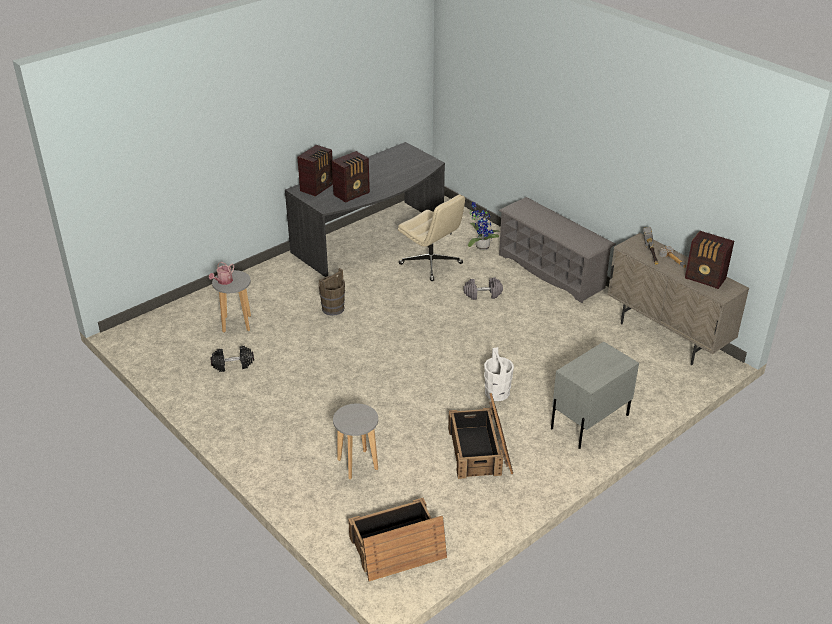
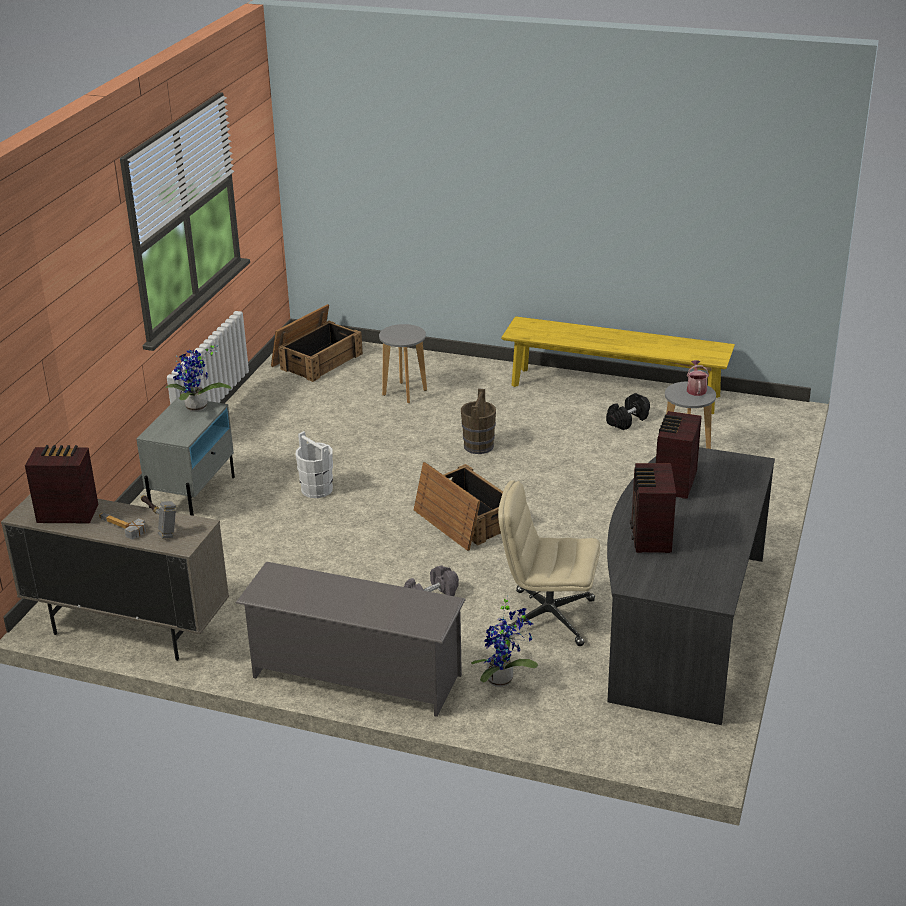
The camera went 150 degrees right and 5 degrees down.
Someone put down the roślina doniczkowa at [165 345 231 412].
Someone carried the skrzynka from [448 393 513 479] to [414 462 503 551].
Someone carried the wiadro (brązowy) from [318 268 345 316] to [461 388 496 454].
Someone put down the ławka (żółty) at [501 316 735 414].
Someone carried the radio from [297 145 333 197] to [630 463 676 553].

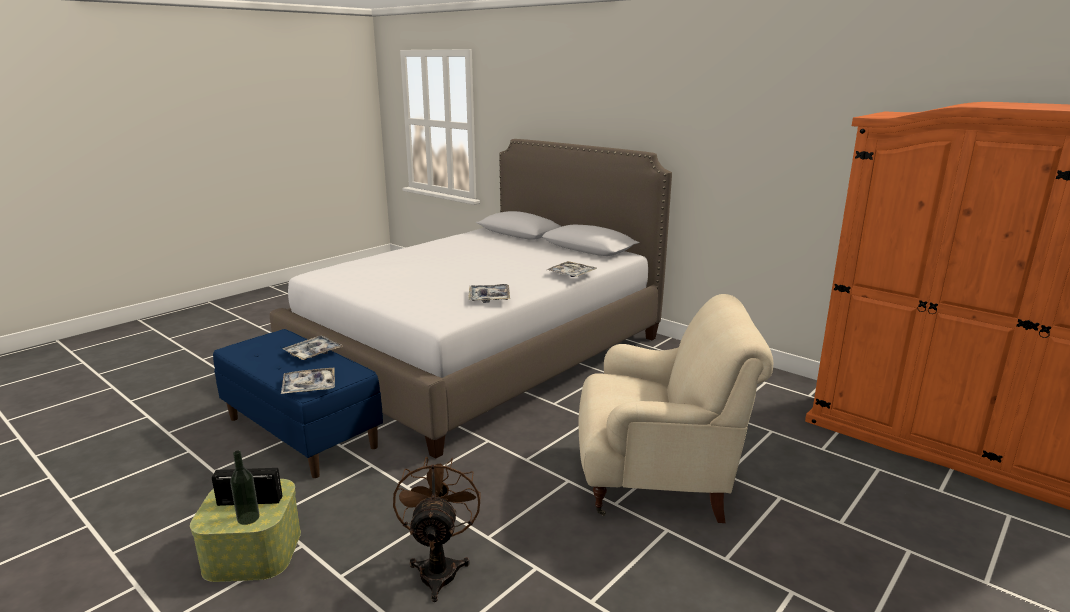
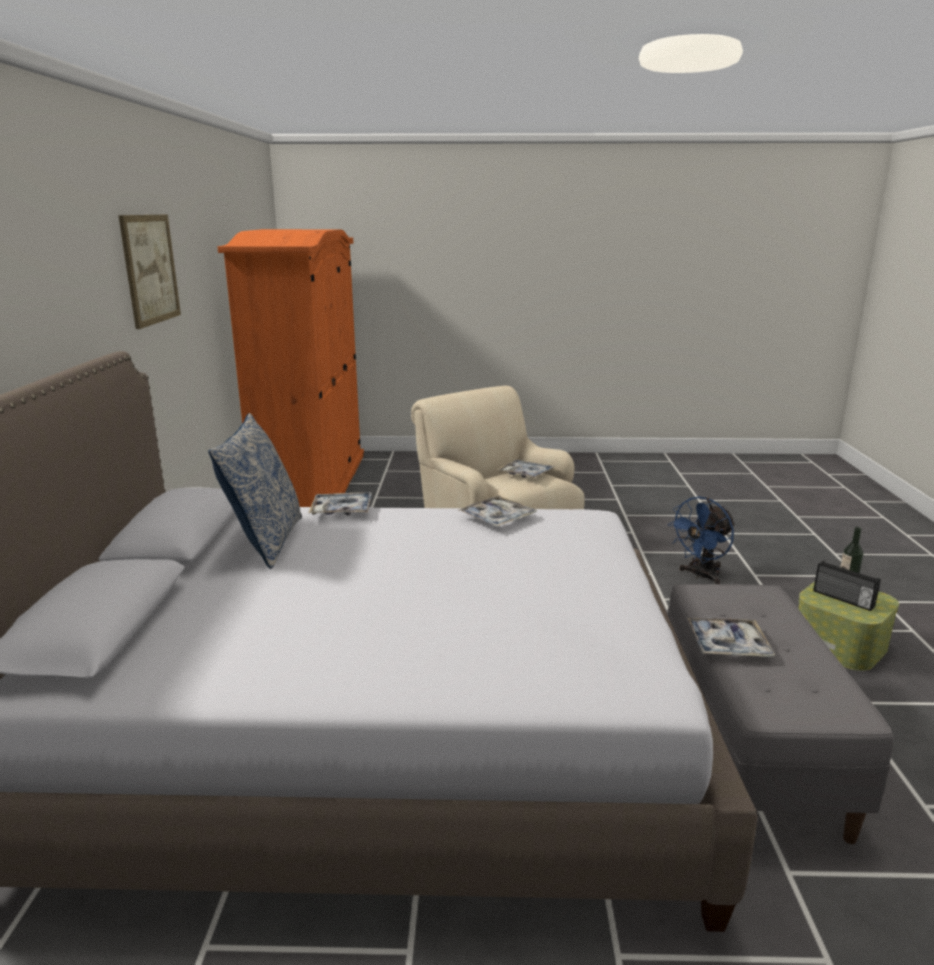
The camera went 130 degrees left and 0 degrees up.
Someone put up the obraz at [118 215 181 329].
Someone put down the poduszka at [208 413 302 569].
Someone carried the taca from [281 367 335 394] to [496 460 554 478].
Someone repainted the ławka (niebieski) at [213 329 383 478], which became the ławka (szary) at [667 584 894 844].
Someone repainted the wentylator (brązowy) at [393 457 481 602], which became the wentylator (niebieski) at [668 496 735 584].

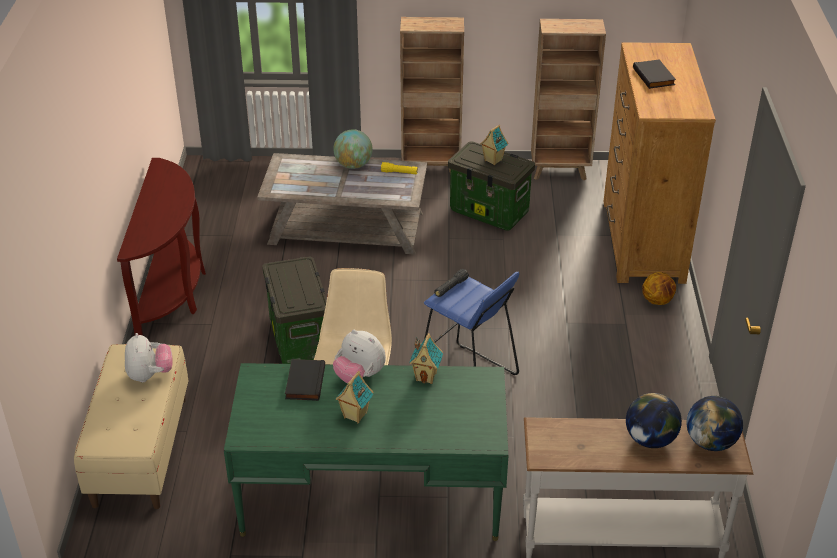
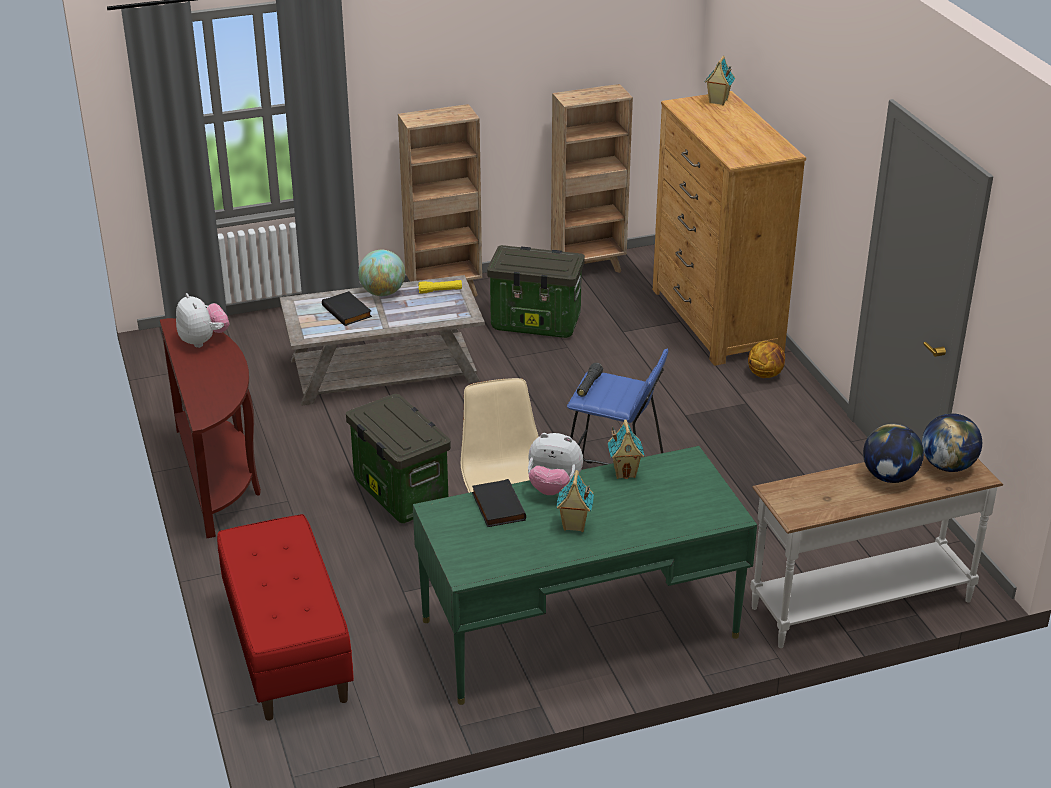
The camera went 20 degrees left and 5 degrees down.
Someone carried the pluszak from [125 333 173 382] to [176 293 230 348].
Someone repainted the ławka (beżowy) at [74 344 188 509], which became the ławka (czerwony) at [217 514 354 721].
Someone carried the książka (czarny) from [633 59 676 89] to [322 291 372 326].
Someone carried the domek from [480 125 508 165] to [705 55 735 105].

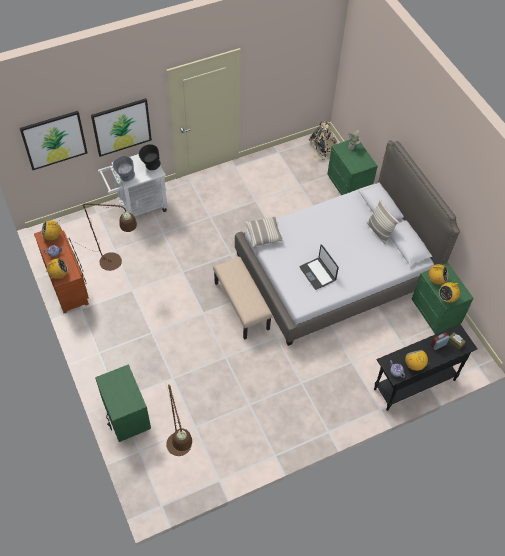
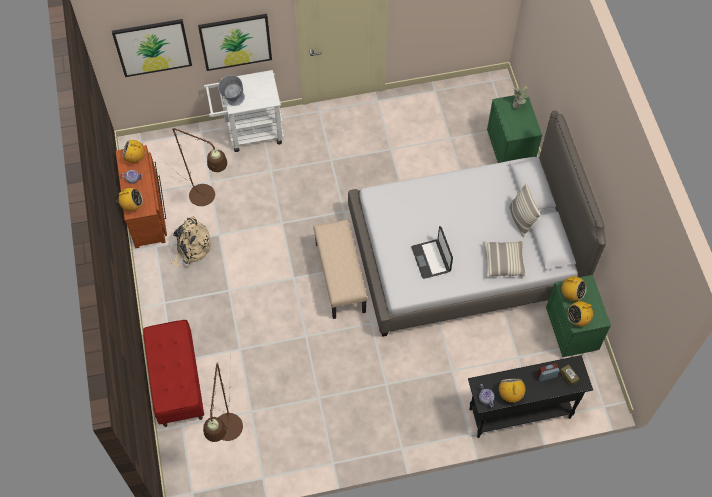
The camera went 15 degrees right and 5 degrees up.
Someone swapped the szafka nocna (zielony) at [95 364 151 442] for the ławka (czerwony) at [143 320 204 427].
Someone carried the plecak (beżowy) from [308 121 338 160] to [171 216 212 267].
Someone carried the poduszka from [245 216 284 247] to [483 241 526 277].
Someone took away the miska (czarny) at [139 144 161 170].

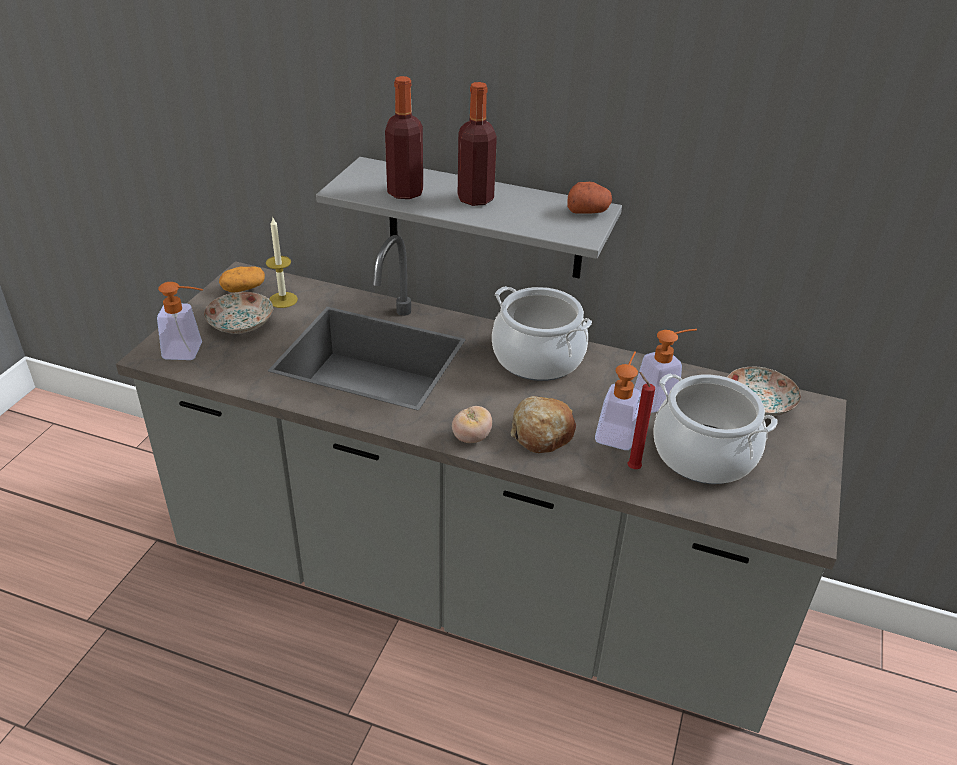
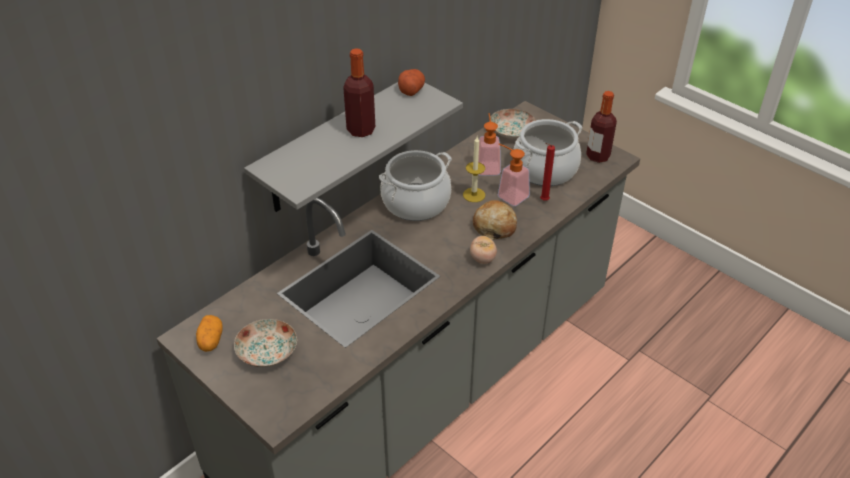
The camera went 65 degrees left and 5 degrees up.
Someone carried the świeca from [266 216 298 308] to [463 137 485 202].
Someone carried the butelka from [385 76 423 199] to [586 91 617 163].
Someone took away the dozownik mydła at [157 282 203 360].

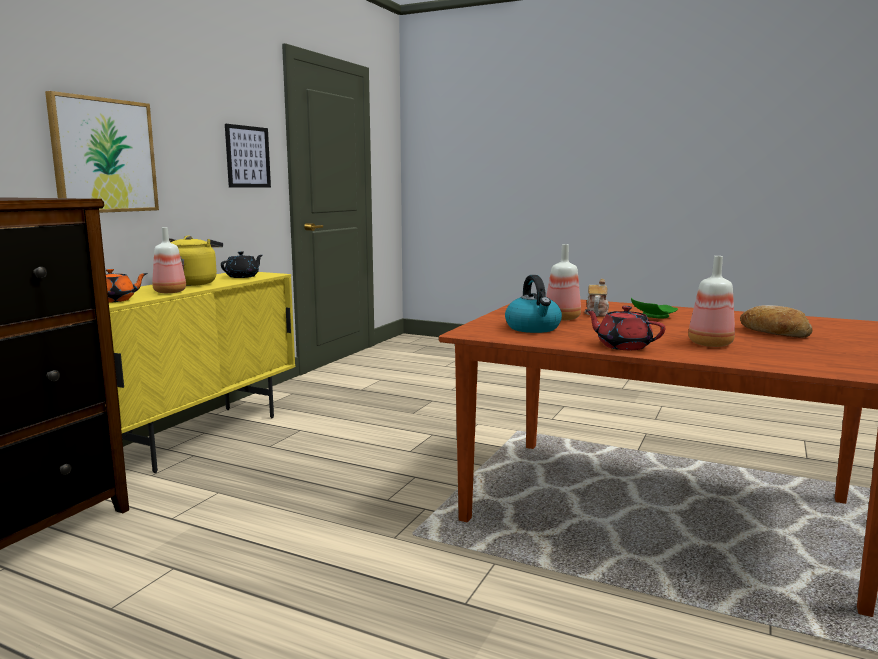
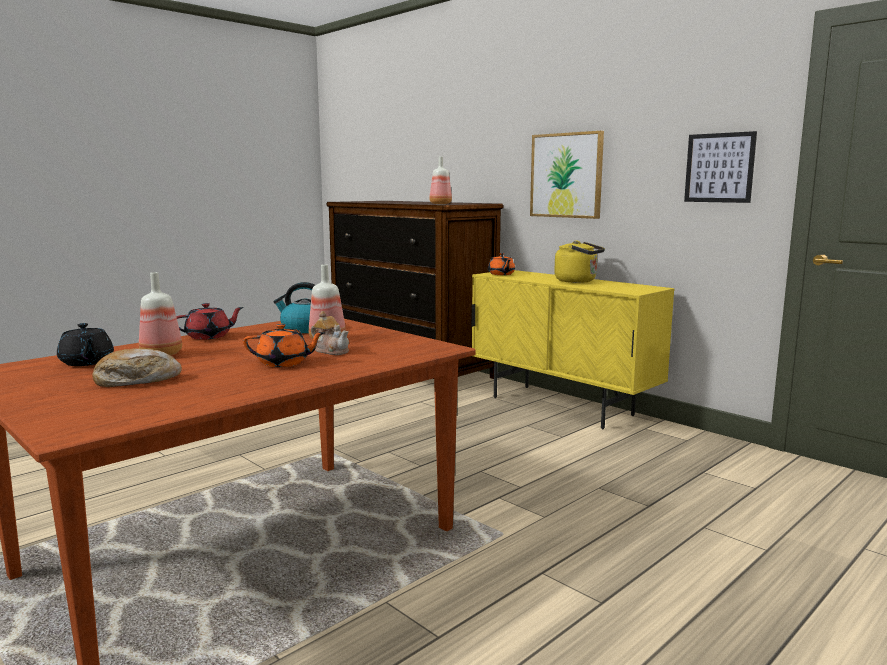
The camera went 110 degrees right and 0 degrees up.
Someone carried the imbryk (czarny) from [221 251 262 278] to [57 323 114 366].
Someone swapped the talerz (zielony) at [631 298 678 318] for the imbryk (pomarańczowy) at [243 324 326 367].
Someone carried the butelka from [152 227 186 293] to [429 157 452 204].

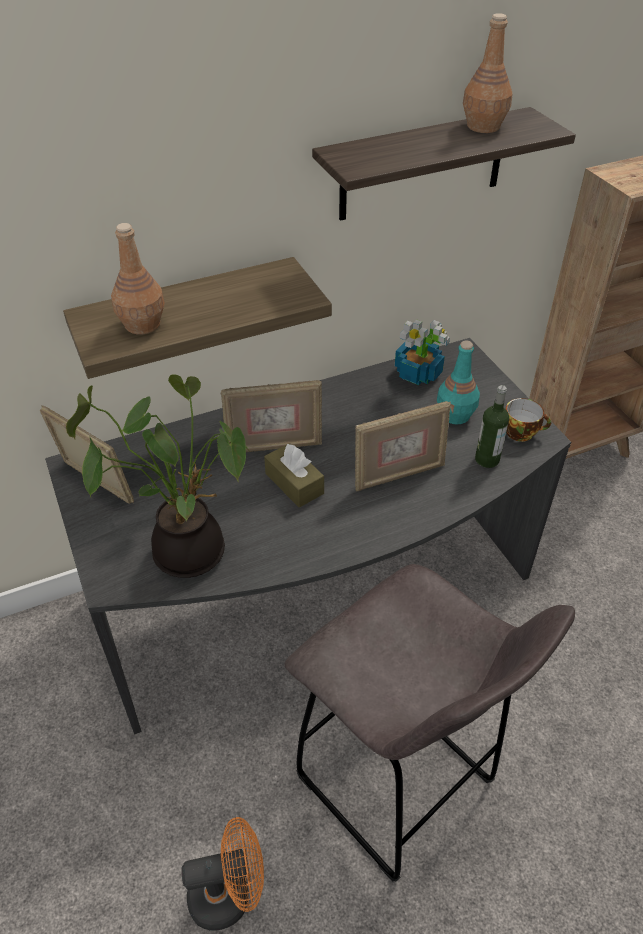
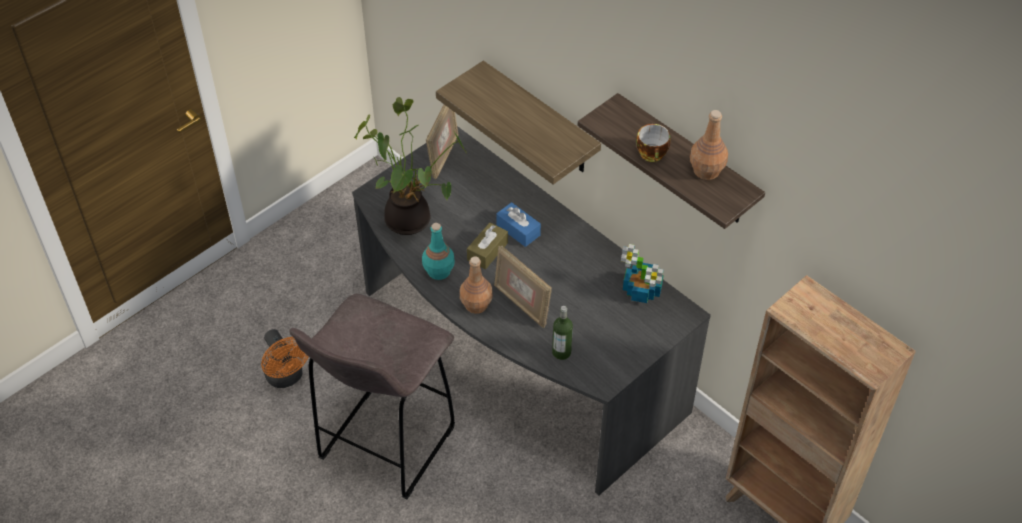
The camera went 70 degrees right and 5 degrees up.
Someone carried the butelka (turkusowy) from [437 341 480 425] to [422 223 455 280].
Someone carried the butelka (brązowy) from [111 223 165 335] to [460 256 493 314].
Someone swapped the ramka na zdjęcie at [221 380 322 452] for the pudełko chusteczek (niebieski) at [496 202 541 247].
Someone carried the filiżanka from [505 398 551 442] to [636 124 670 162].

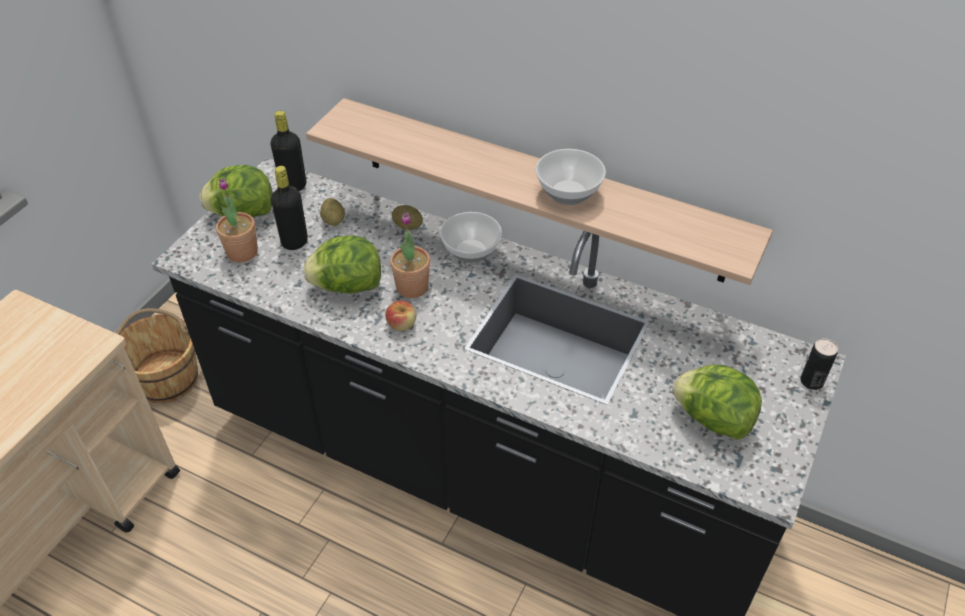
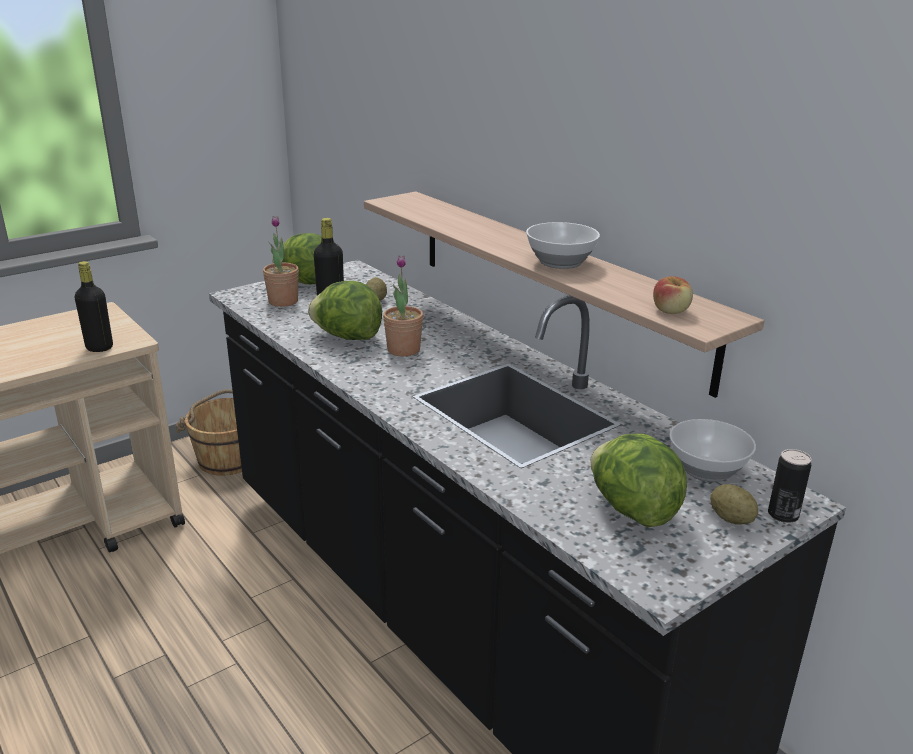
The camera went 25 degrees right and 20 degrees down.
Someone carried the butelka (czarny) from [270 111 306 191] to [75 261 113 352].
Someone carried the jabłko from [385 301 416 331] to [653 276 693 314].
Someone carried the miska from [440 212 502 263] to [669 419 756 482].
Someone carried the ziemniak from [392 205 423 230] to [710 484 758 525].

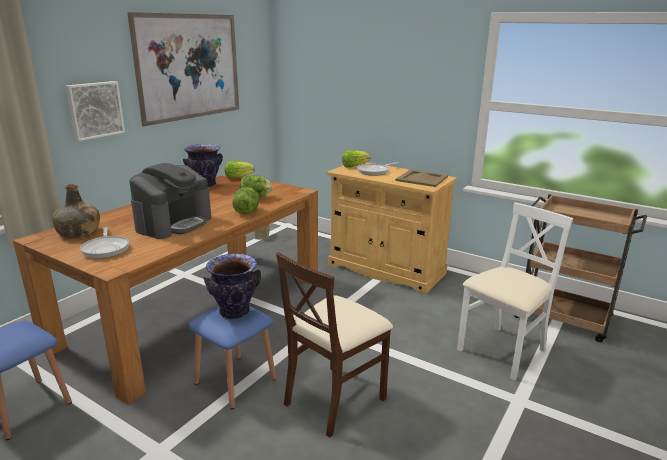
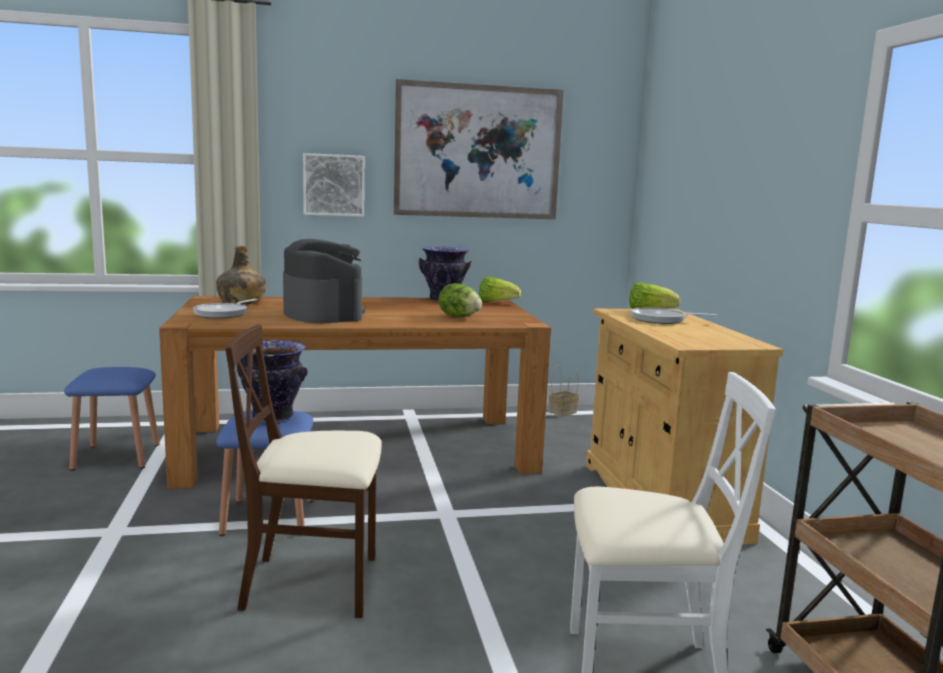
The camera went 45 degrees right and 10 degrees down.
Someone rotated the ekspres do kawy at [129 163 211 239] by 105 degrees counterclockwise.
Someone took away the sałata at [232 187 259 214].
Someone took away the taca (beżowy) at [395 169 448 187].

